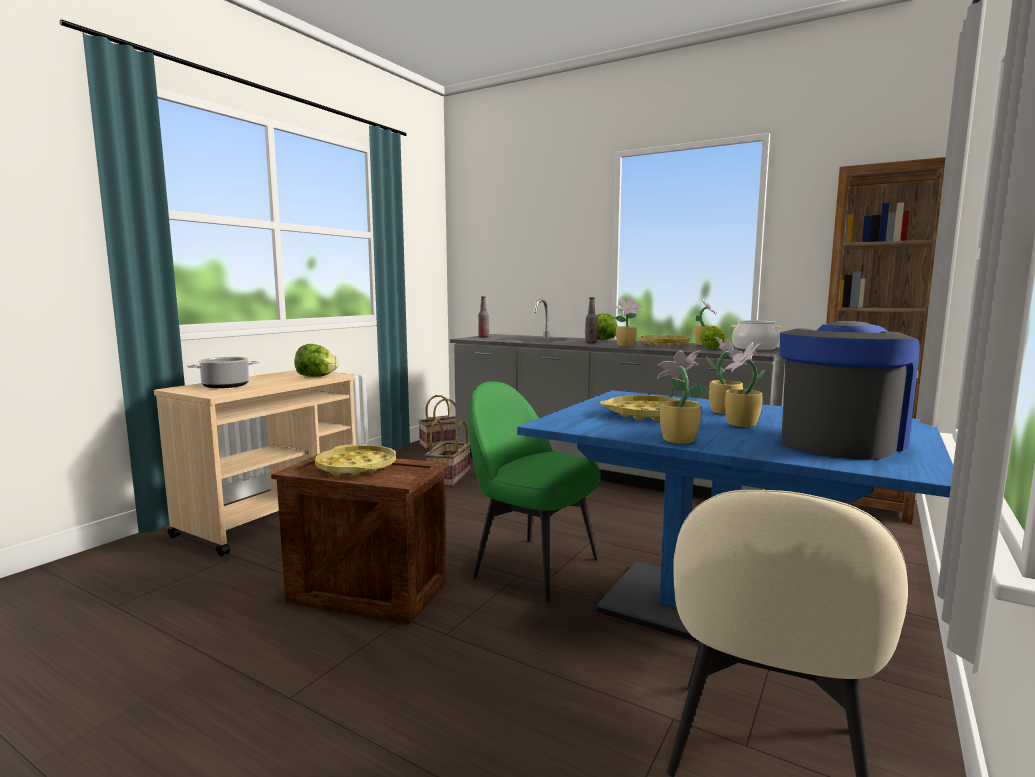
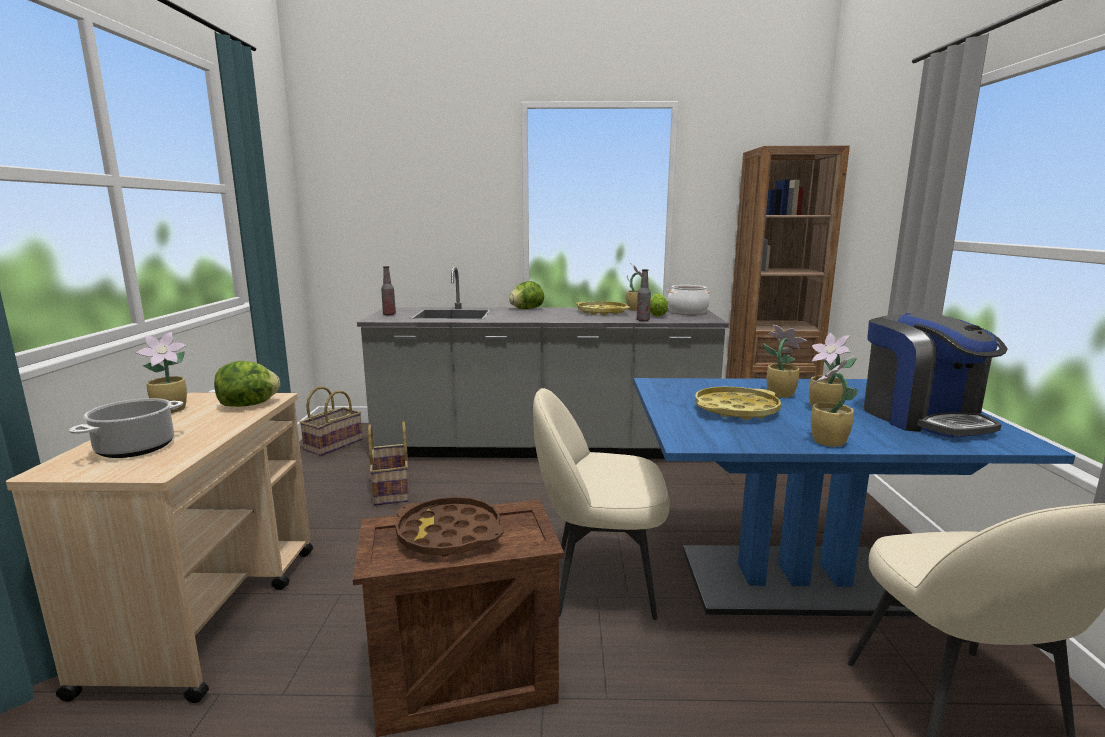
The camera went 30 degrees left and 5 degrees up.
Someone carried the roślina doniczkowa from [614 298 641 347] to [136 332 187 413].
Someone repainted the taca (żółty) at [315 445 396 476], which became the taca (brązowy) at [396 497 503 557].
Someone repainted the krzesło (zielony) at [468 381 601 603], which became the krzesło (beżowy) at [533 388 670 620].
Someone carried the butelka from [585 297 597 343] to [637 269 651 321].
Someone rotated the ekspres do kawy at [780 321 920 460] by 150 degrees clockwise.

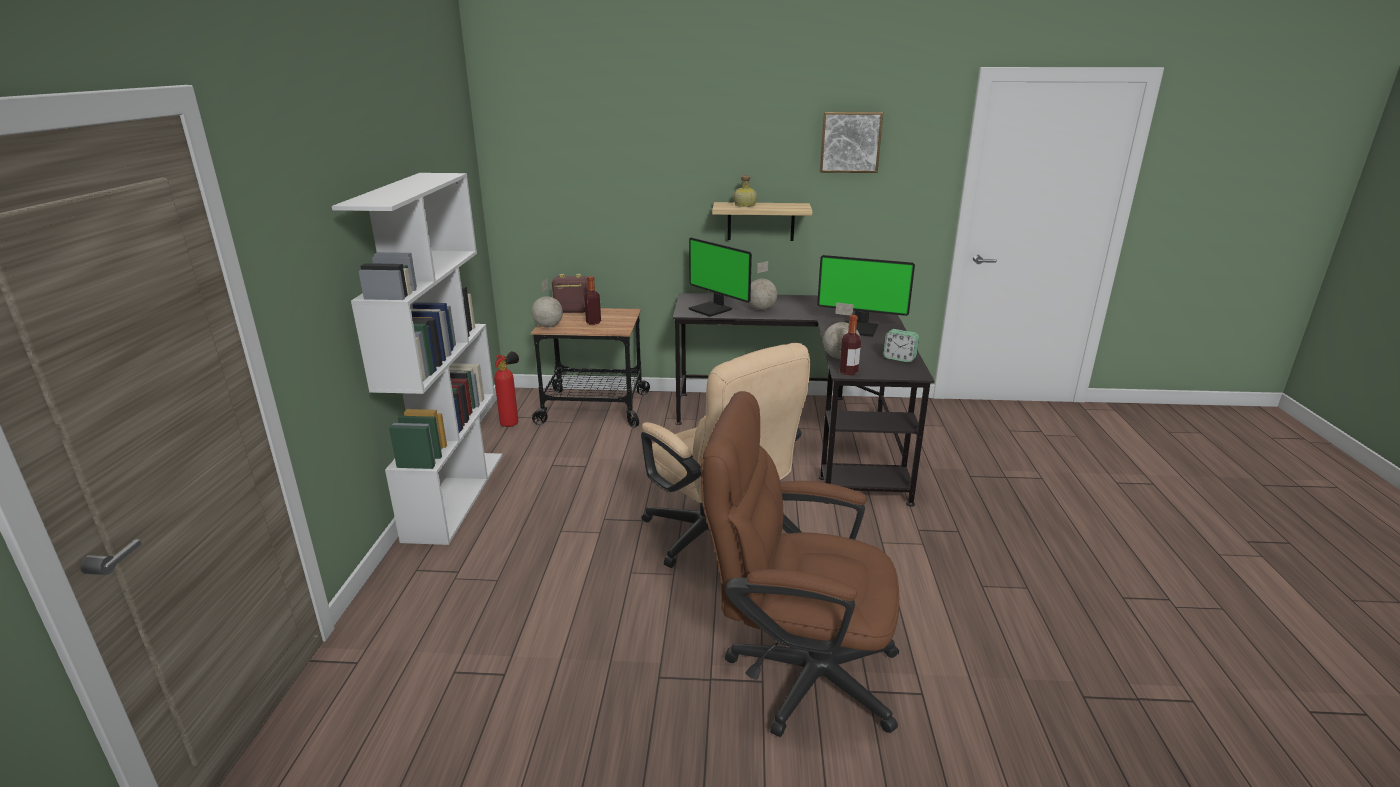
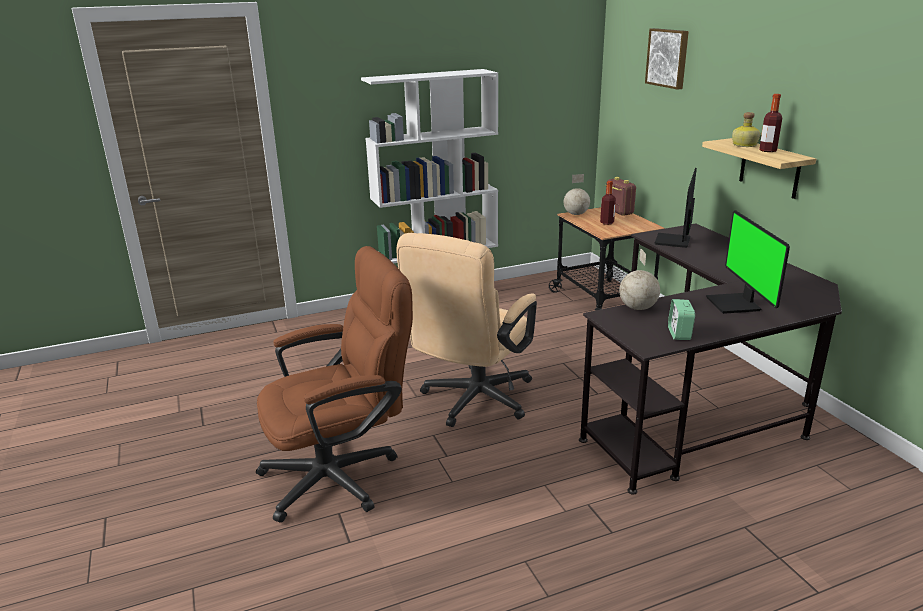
The camera went 65 degrees right and 0 degrees up.
Someone rotated the krzesło biurowe (brązowy) at [701 391 899 737] by 75 degrees clockwise.
Someone carried the obraz from [820 112 883 173] to [645 28 689 90].
Someone carried the butelka from [839 315 861 375] to [759 94 782 152].
Someone took away the gaśnica at [494 351 519 427].
Someone took away the globus at [749 261 777 310].

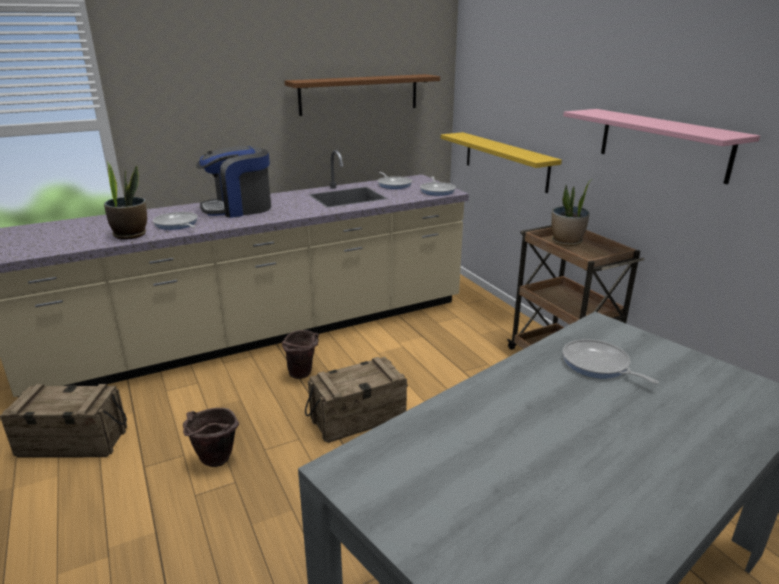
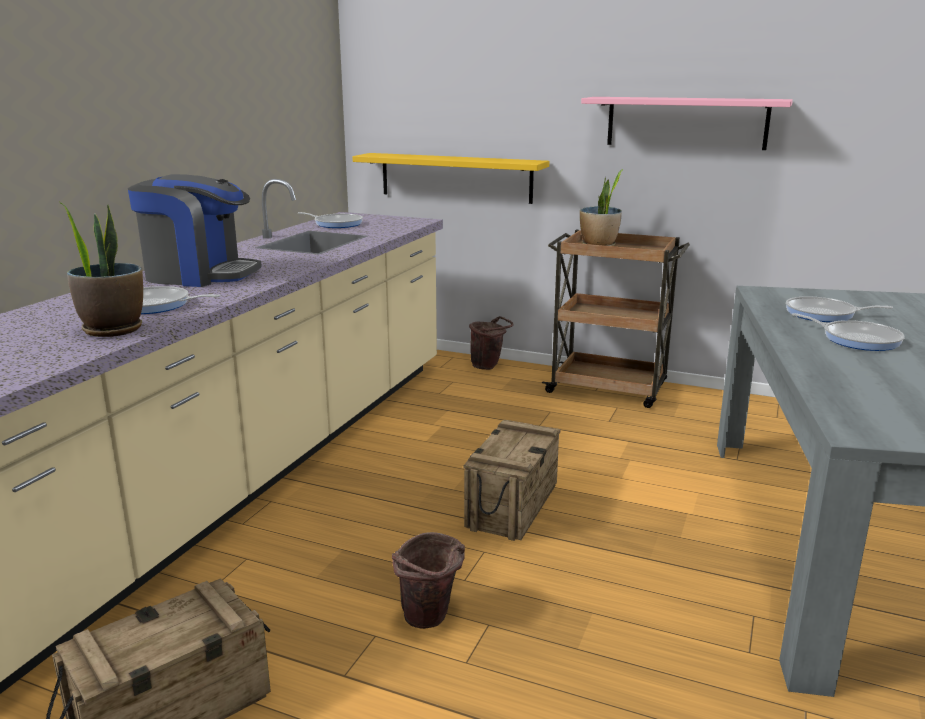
The camera went 40 degrees left and 5 degrees down.
Someone rotated the ekspres do kawy at [196 146 271 218] by 105 degrees counterclockwise.
Someone carried the wiadro (brązowy) from [282 330 319 379] to [469 316 514 370].
Someone carried the patelnia from [420 176 456 196] to [792 313 905 351].
Someone took away the półka (brązowy) at [285 74 440 116].

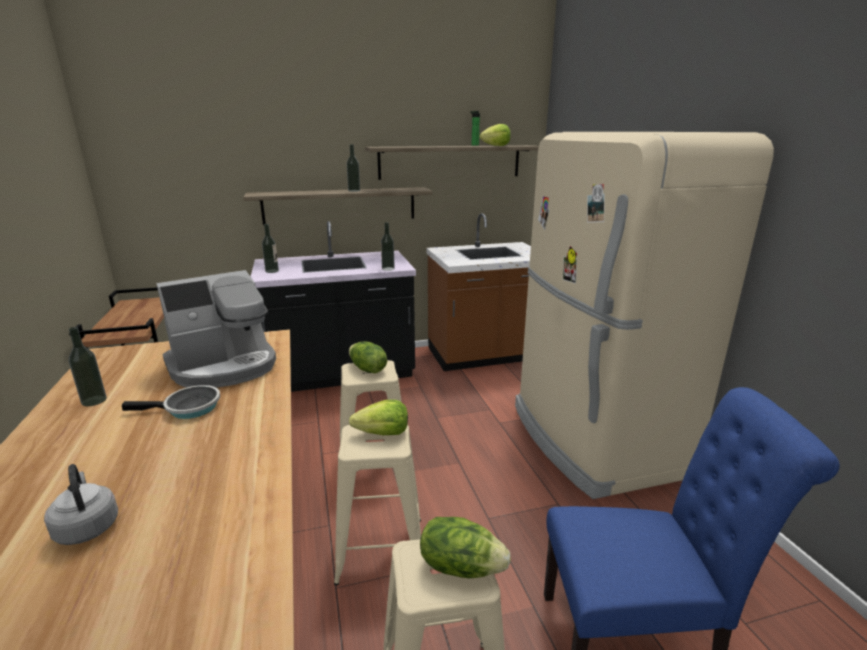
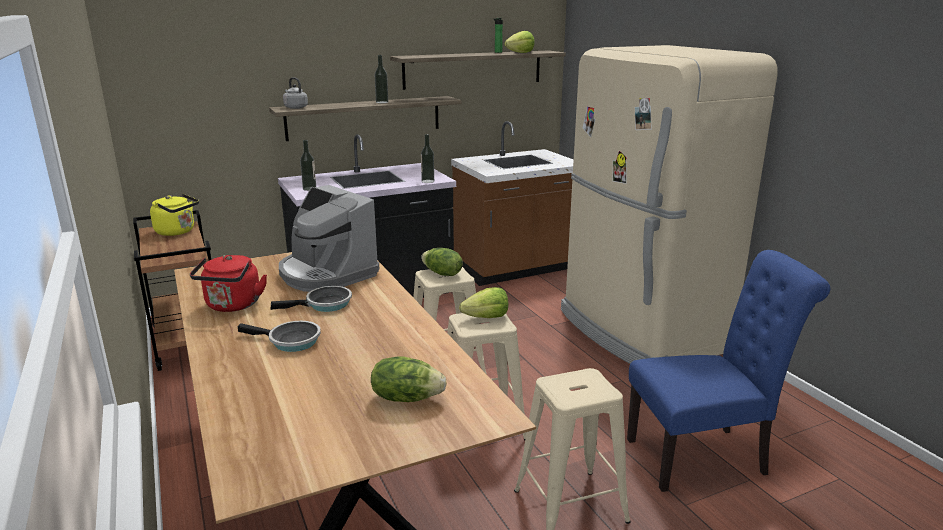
The camera went 10 degrees left and 0 degrees up.
Someone put down the czajnik (żółty) at [150 194 199 236].
Someone swapped the butelka at [68 327 107 406] for the czajnik (czerwony) at [190 255 267 312].
Someone put down the patelnia at [238 321 321 352].
Someone rotated the ekspres do kawy at [156 270 276 388] by 90 degrees clockwise.
Someone carried the czajnik (szary) from [44 464 118 545] to [283 77 308 109].
Someone carried the sałata from [420 517 511 578] to [371 357 447 402].

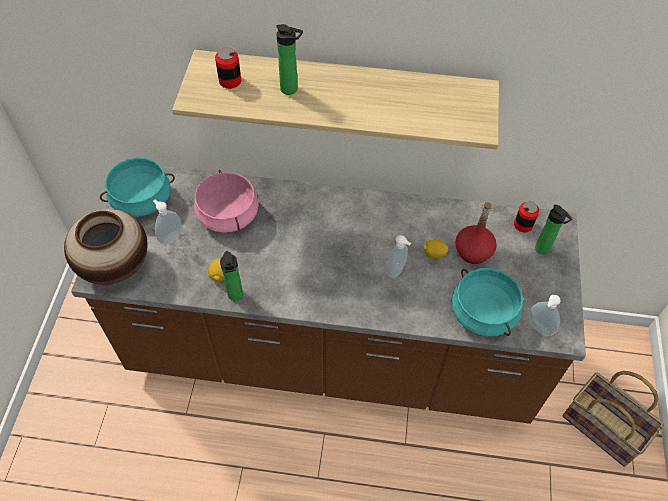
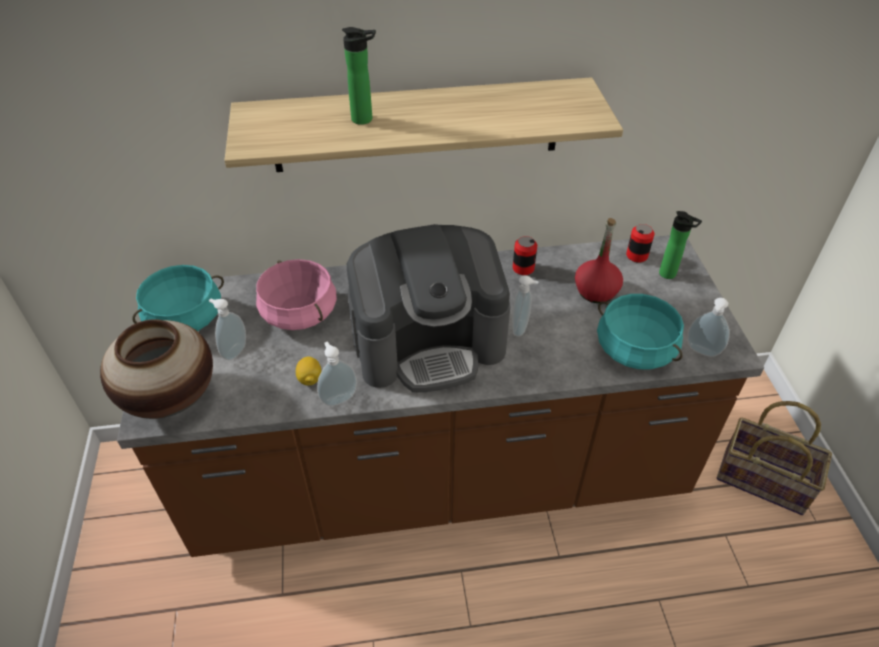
The camera went 15 degrees left and 10 degrees down.
Someone swapped the butelka at [220 251 243 301] for the dozownik mydła at [317 342 357 406].
Someone put down the ekspres do kawy at [347 224 510 392].
Someone carried the puszka from [215 48 241 89] to [513 236 537 275].
Someone took away the cytryna at [423 239 448 259].

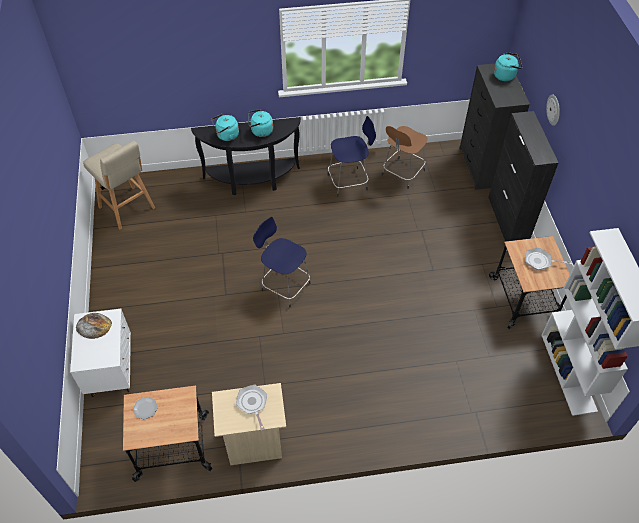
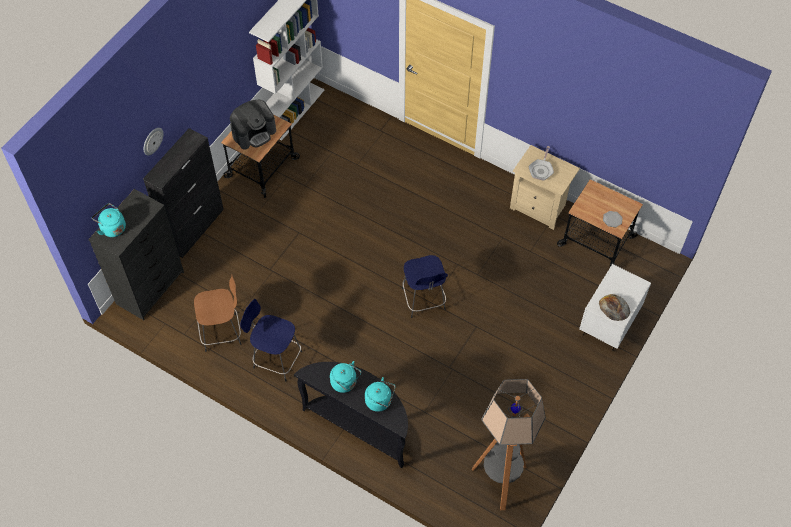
The camera went 140 degrees left and 5 degrees up.
Someone swapped the patelnia at [526 248 571 270] for the ekspres do kawy at [230 100 276 149].
Someone swapped the stołek (beżowy) at [83 141 155 229] for the lampa stojąca at [472 379 546 510].

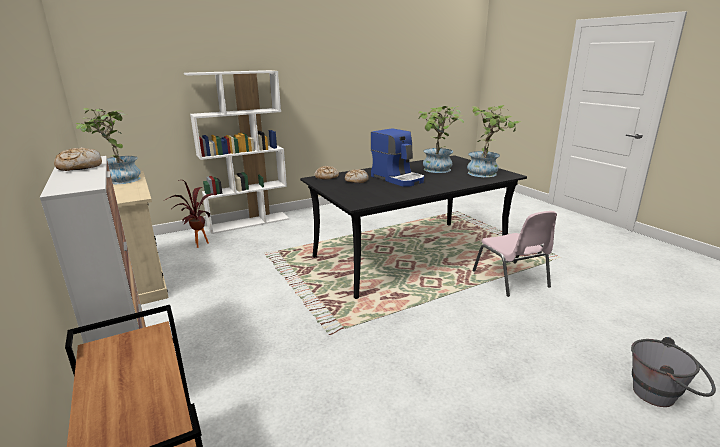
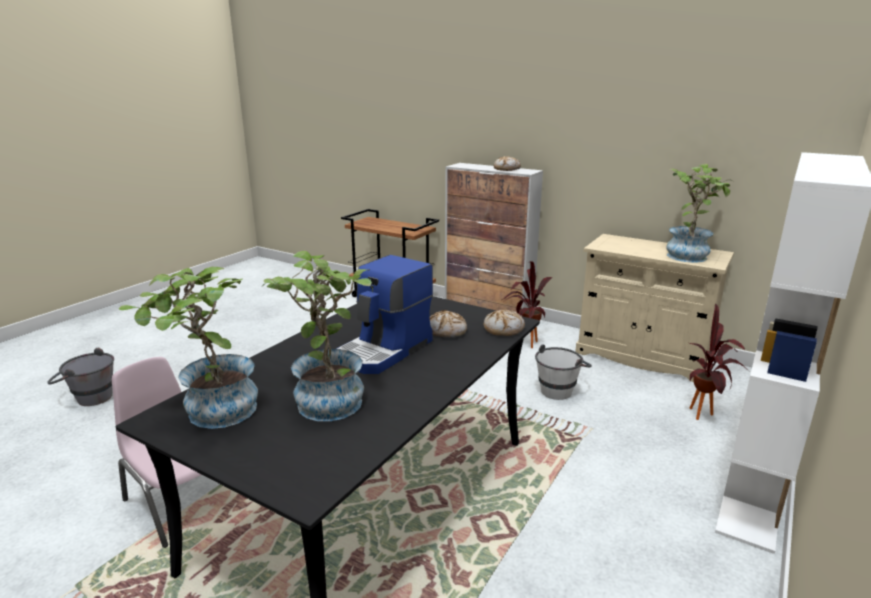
The camera went 150 degrees right and 0 degrees up.
Someone rotated the ekspres do kawy at [371 128 424 187] by 75 degrees counterclockwise.
Someone put down the roślina doniczkowa at [502 261 553 348].
Someone put down the wiadro (biały) at [535 345 592 400].

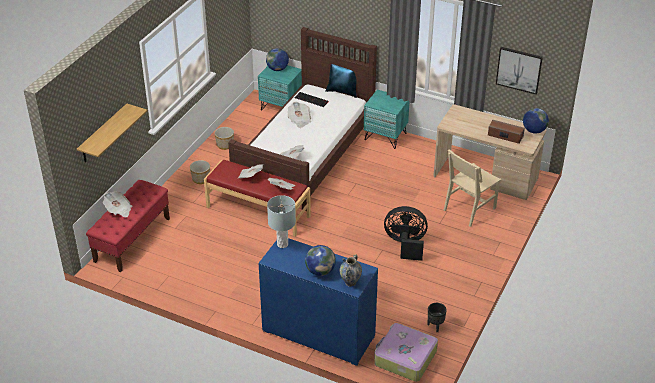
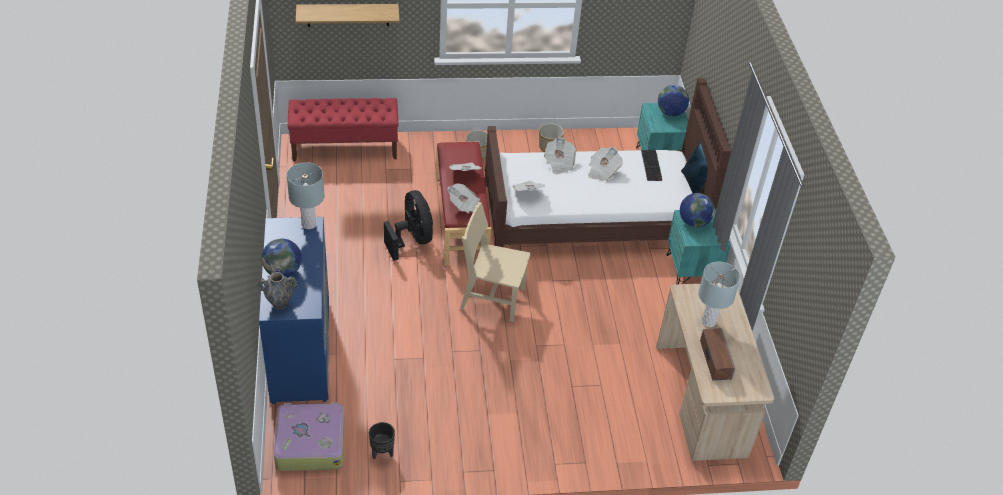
The camera went 55 degrees right and 5 degrees up.
Someone carried the wentylator (czarny) from [384 206 428 261] to [384 190 433 261].
Someone carried the krzesło (beżowy) from [444 149 502 227] to [460 202 531 322].
Someone carried the gazeta from [103 192 132 217] to [544 137 577 175].
Someone carried the globus from [523 108 549 133] to [680 193 715 227].
Someone put down the lampa stołowa (szary) at [698 262 740 327].
Someone took away the obraz at [496 47 543 94].

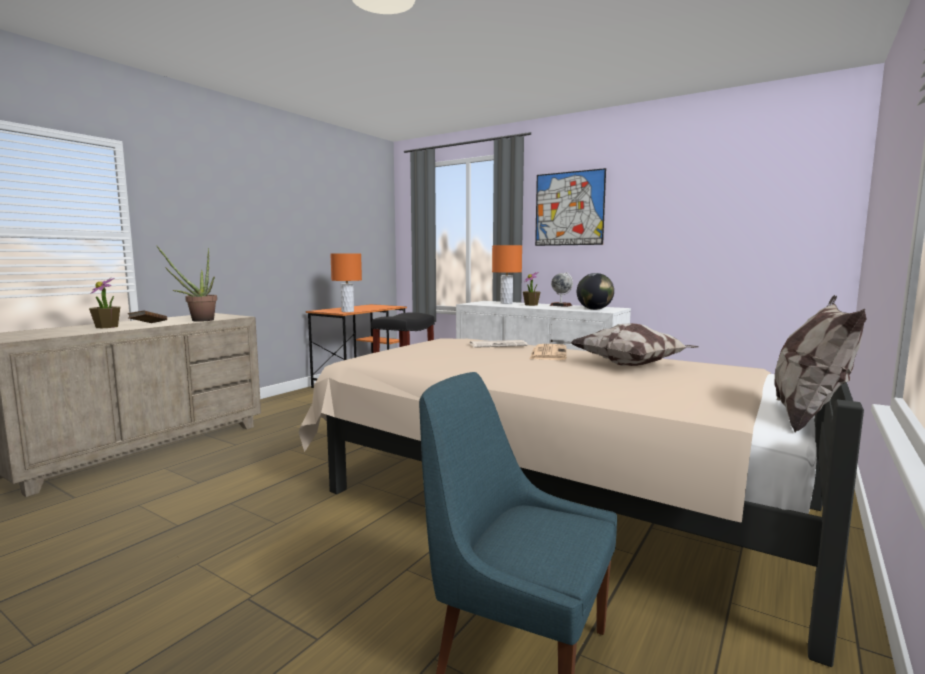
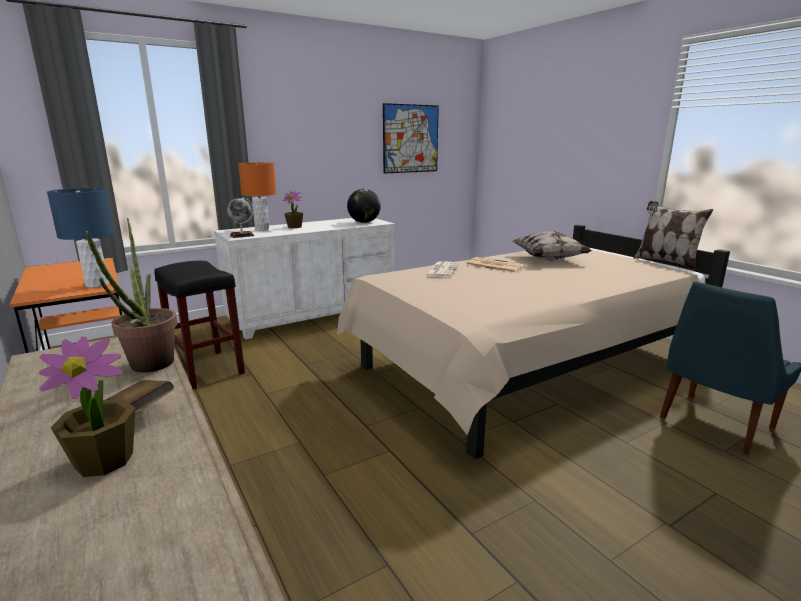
The camera went 65 degrees left and 10 degrees up.
Someone repainted the lampa stołowa (pomarańczowy) at [330 253 362 312], which became the lampa stołowa (niebieski) at [47 188 115 288].
Someone carried the globus from [550 272 573 307] to [227 197 255 238].
Someone carried the obraz from [535 168 606 246] to [383 103 439 174].

